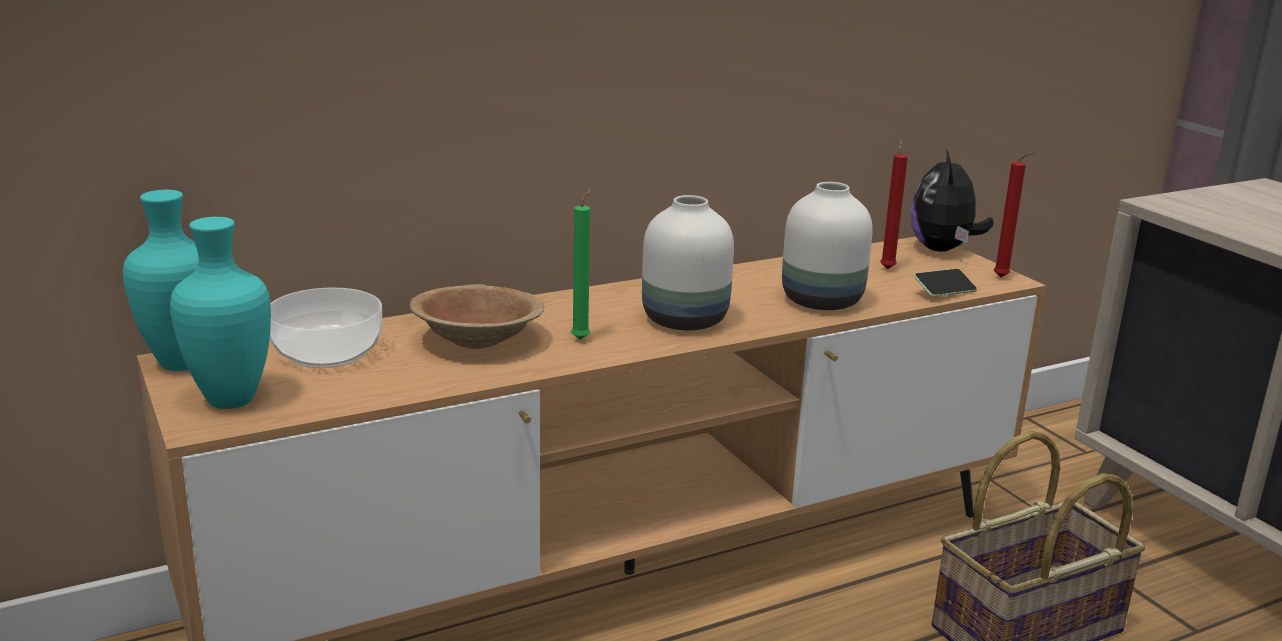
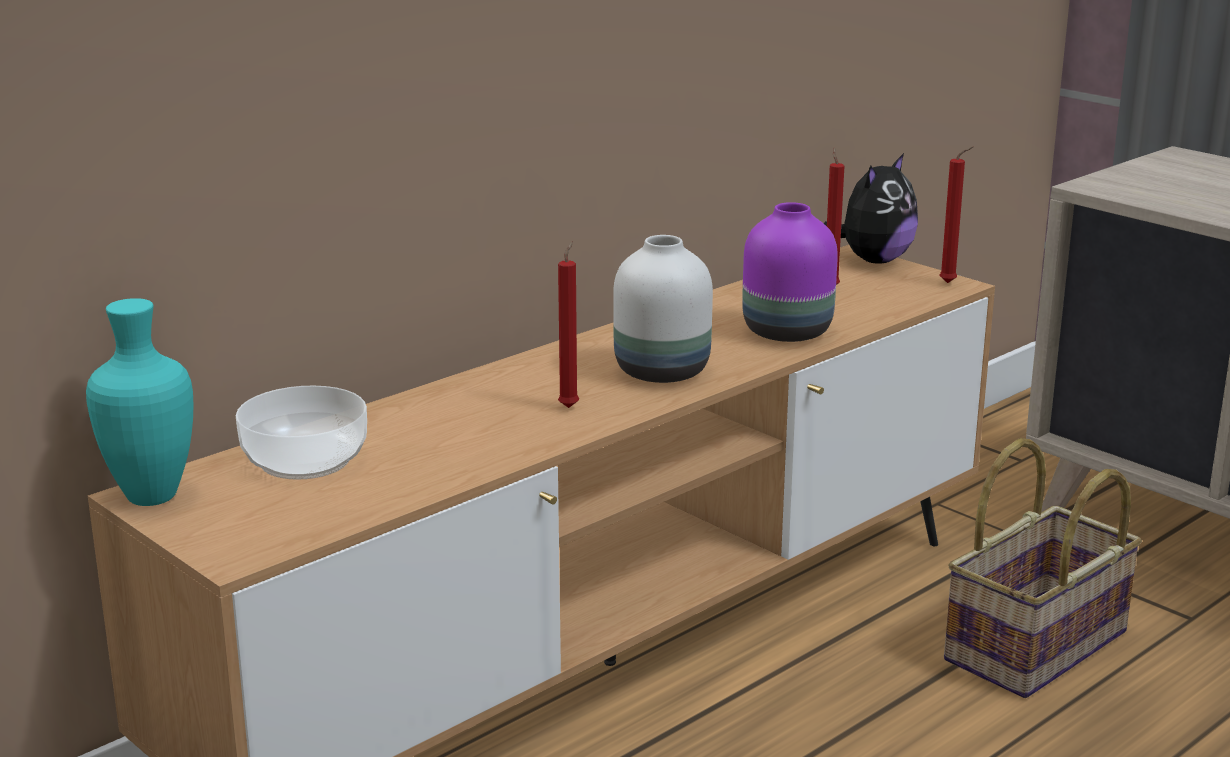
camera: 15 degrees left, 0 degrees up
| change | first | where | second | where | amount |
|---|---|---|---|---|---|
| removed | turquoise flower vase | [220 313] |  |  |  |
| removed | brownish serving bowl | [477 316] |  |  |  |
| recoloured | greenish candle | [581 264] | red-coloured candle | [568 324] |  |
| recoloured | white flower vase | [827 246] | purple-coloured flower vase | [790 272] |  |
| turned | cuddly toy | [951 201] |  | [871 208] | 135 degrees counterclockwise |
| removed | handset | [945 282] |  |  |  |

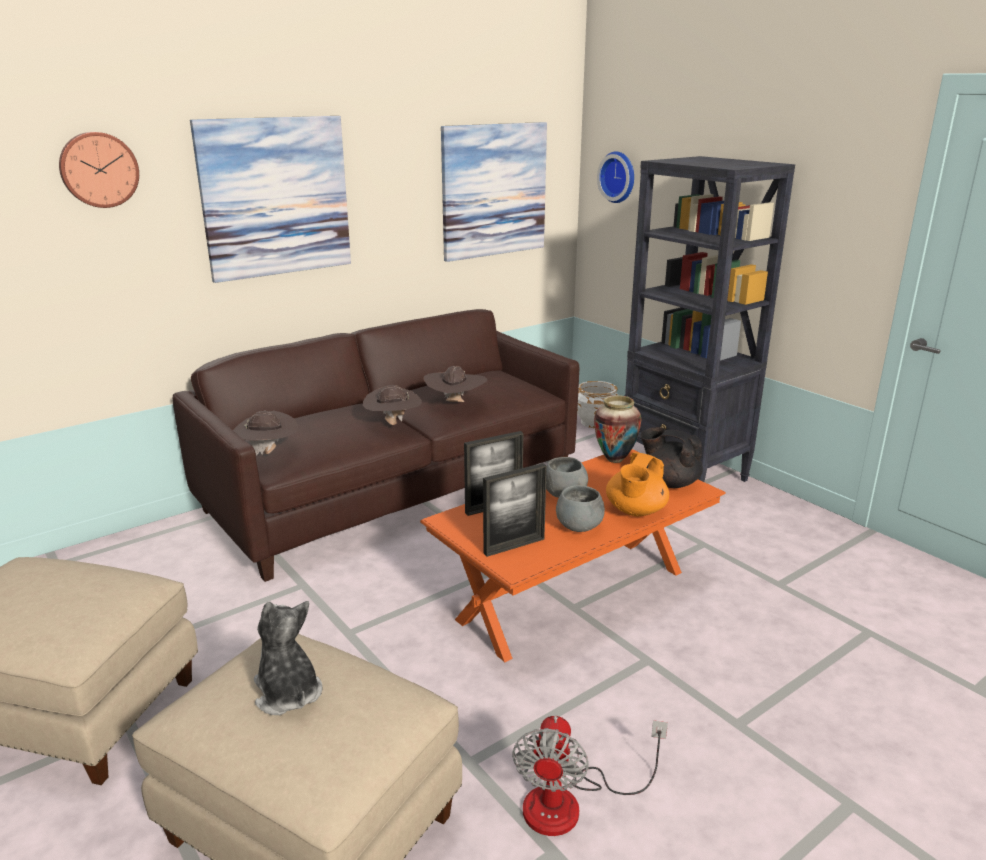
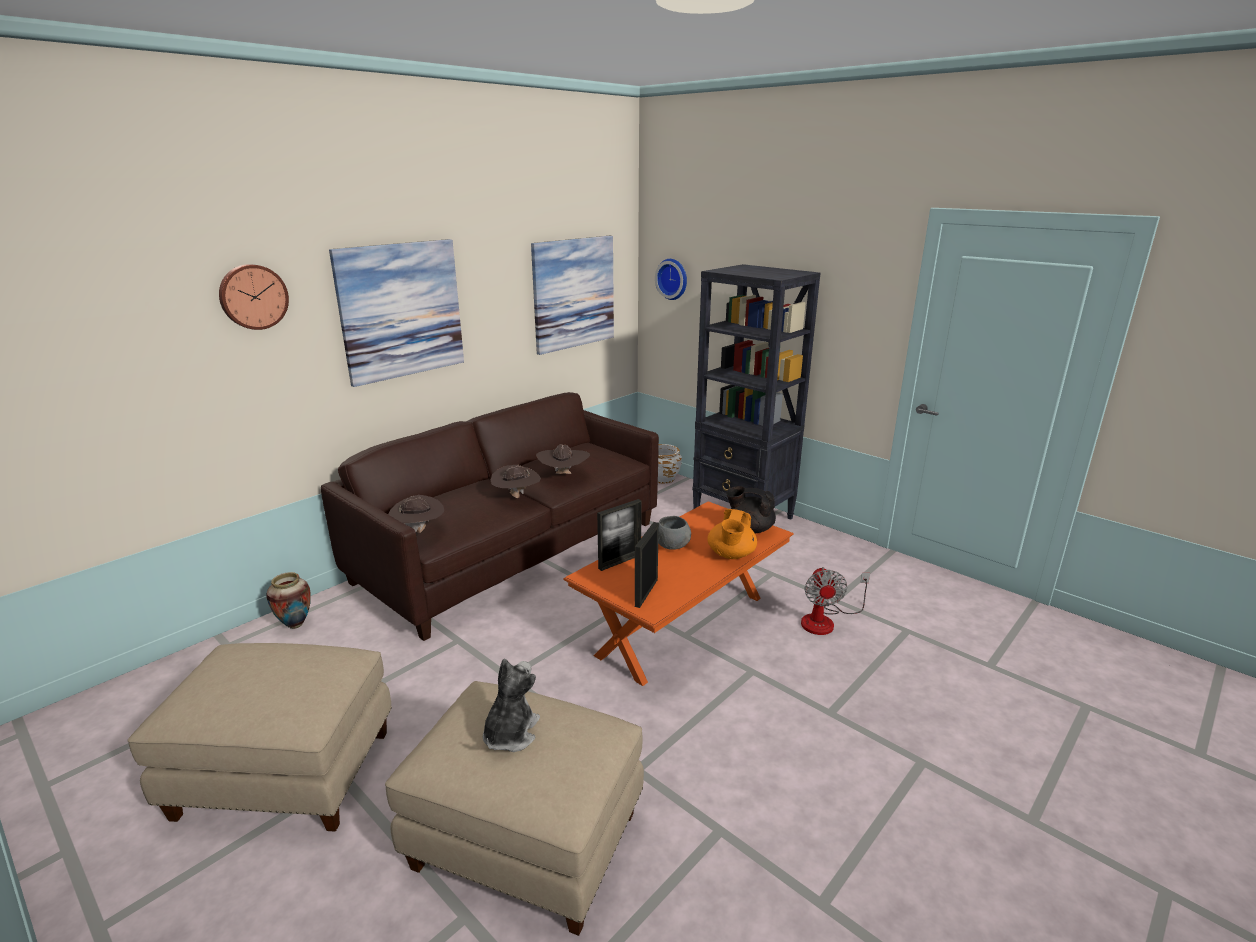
camera: 10 degrees left, 0 degrees up
| change | first | where | second | where | amount |
|---|---|---|---|---|---|
| turned | cuddly toy | [288 658] |  | [511 705] | 60 degrees clockwise |
| turned | standing frame | [515 510] |  | [647 565] | 150 degrees clockwise |
| moved | electric fan | [590 776] |  | [835 601] |  |
| removed | greyish serving bowl | [580 508] |  |  |  |
| moved | flower vase | [618 429] |  | [288 600] |  |

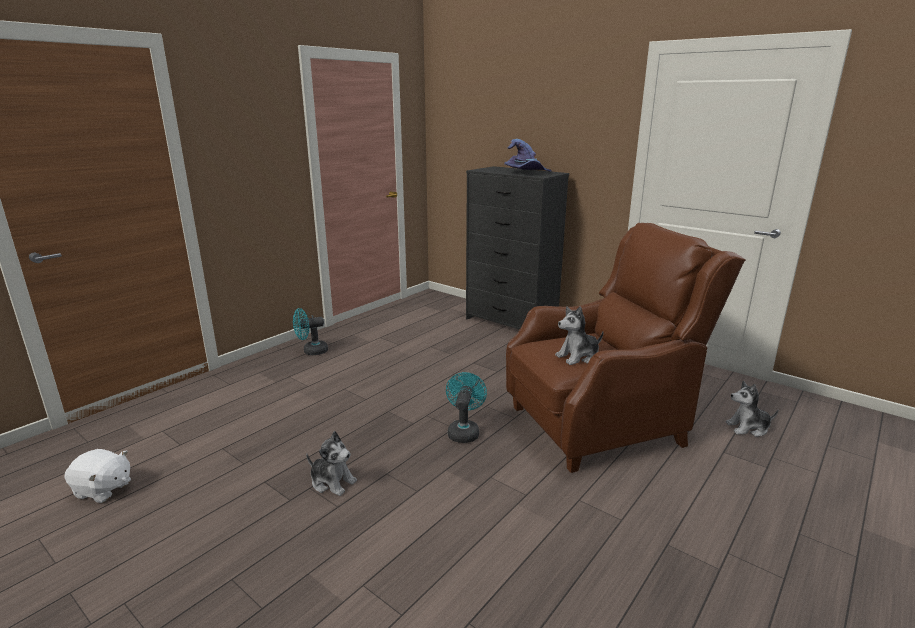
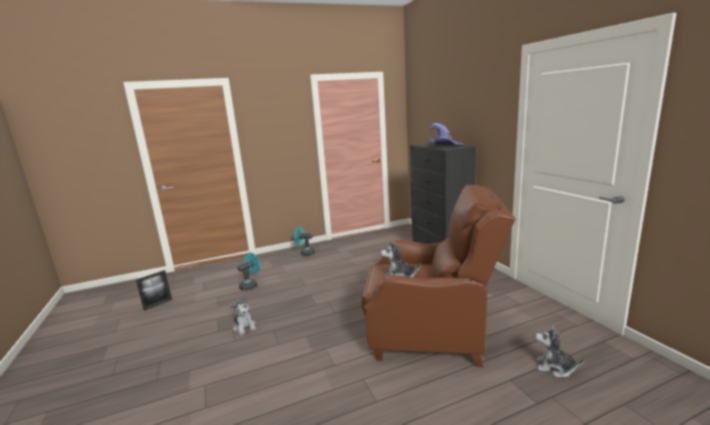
camera: 30 degrees right, 5 degrees down
| change | first | where | second | where | amount |
|---|---|---|---|---|---|
| replaced | white cuddly toy | [97 476] | standing frame | [154 290] |  |
| moved | turquoise electric fan | [466 407] |  | [248 271] |  |

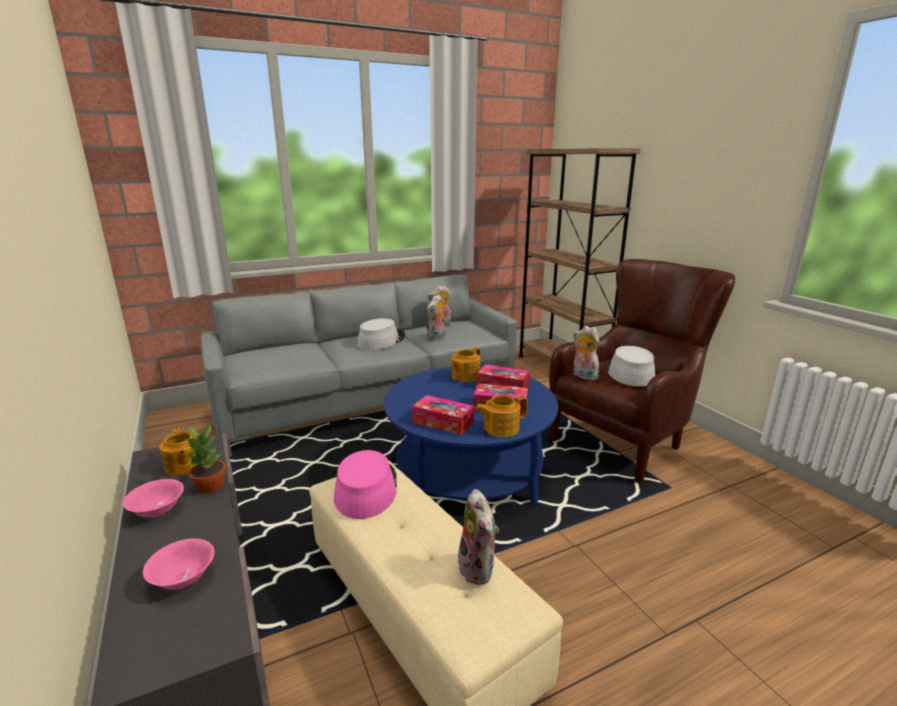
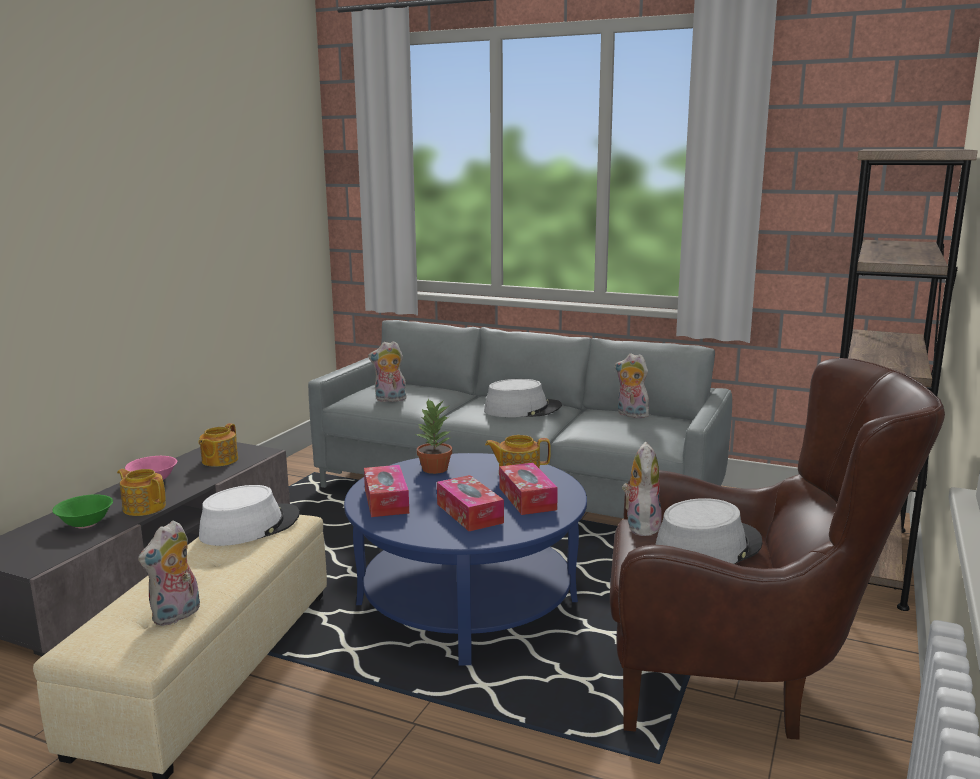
camera: 50 degrees right, 5 degrees down
| change | first | where | second | where | amount |
|---|---|---|---|---|---|
| recoloured | pinkish serving bowl | [178 564] | greenish serving bowl | [82 511] |  |
| moved | potted plant | [205 459] |  | [434 436] |  |
| recoloured | pinkish wearable hat | [365 484] | white wearable hat | [249 515] |  |
| moved | cuddly toy | [436 317] |  | [387 372] |  |
| moved | pot for tea | [501 416] |  | [141 492] |  |

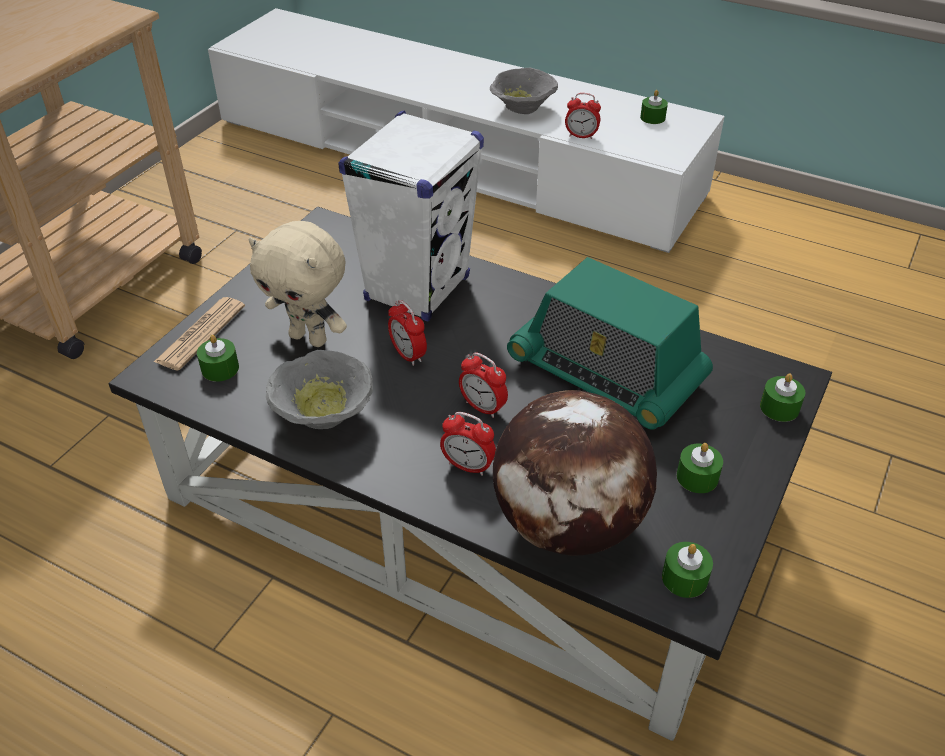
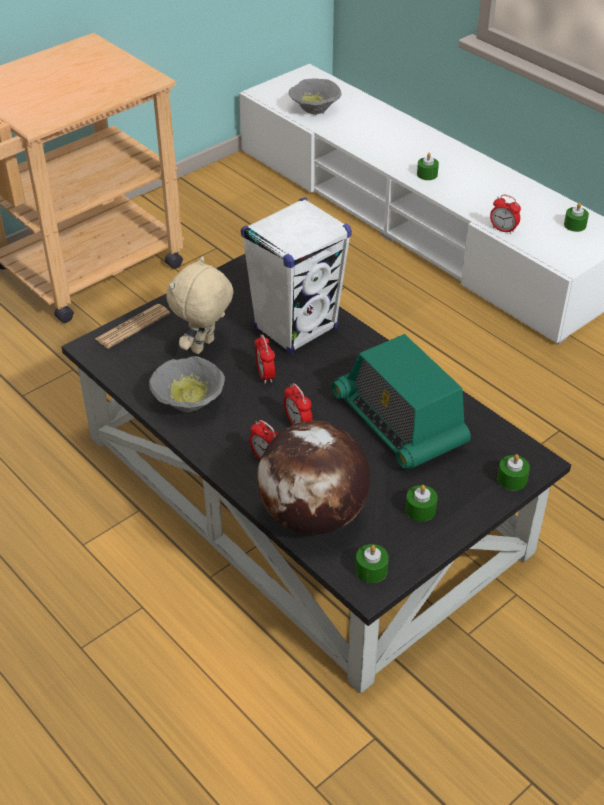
camera: 20 degrees right, 0 degrees up
| change | first | where | second | where | amount |
|---|---|---|---|---|---|
| moved | greenish candle | [218 358] |  | [428 166] |  |
| turned | sand-coloured cuddly toy | [297 284] |  | [200 305] | 75 degrees clockwise |
| moved | greyish serving bowl | [524 91] |  | [315 97] |  |

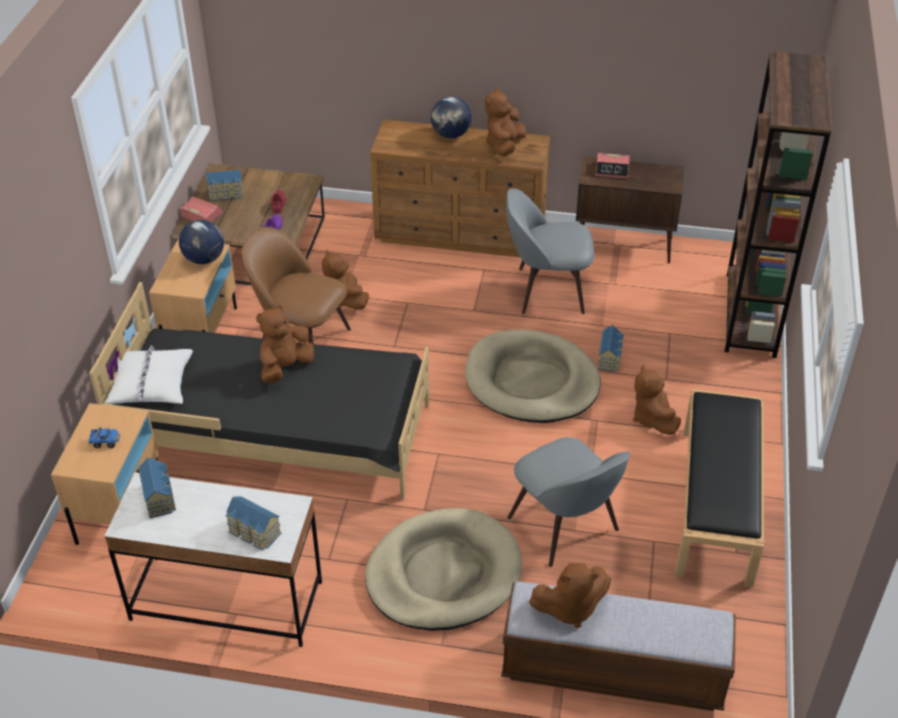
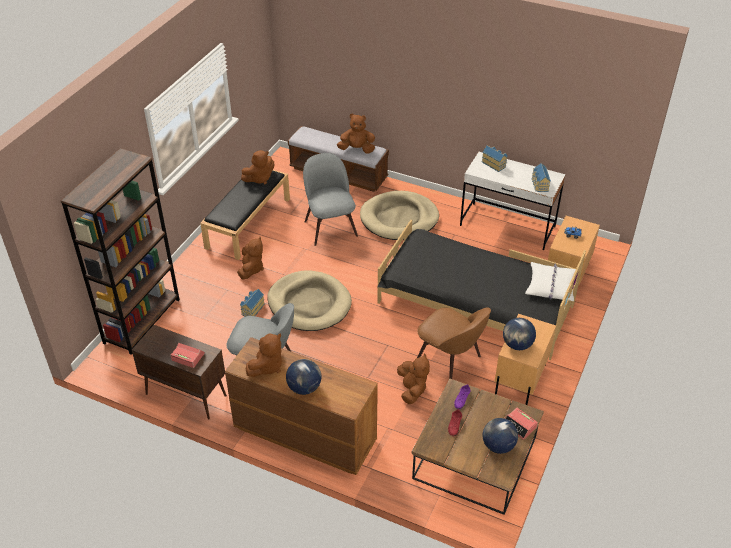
camera: 165 degrees left, 0 degrees up
| change | first | where | second | where | amount |
|---|---|---|---|---|---|
| replaced | model house | [225 185] | globe | [500 436] |  |
| moved | brownish cuddly toy | [285 344] |  | [257 167] |  |

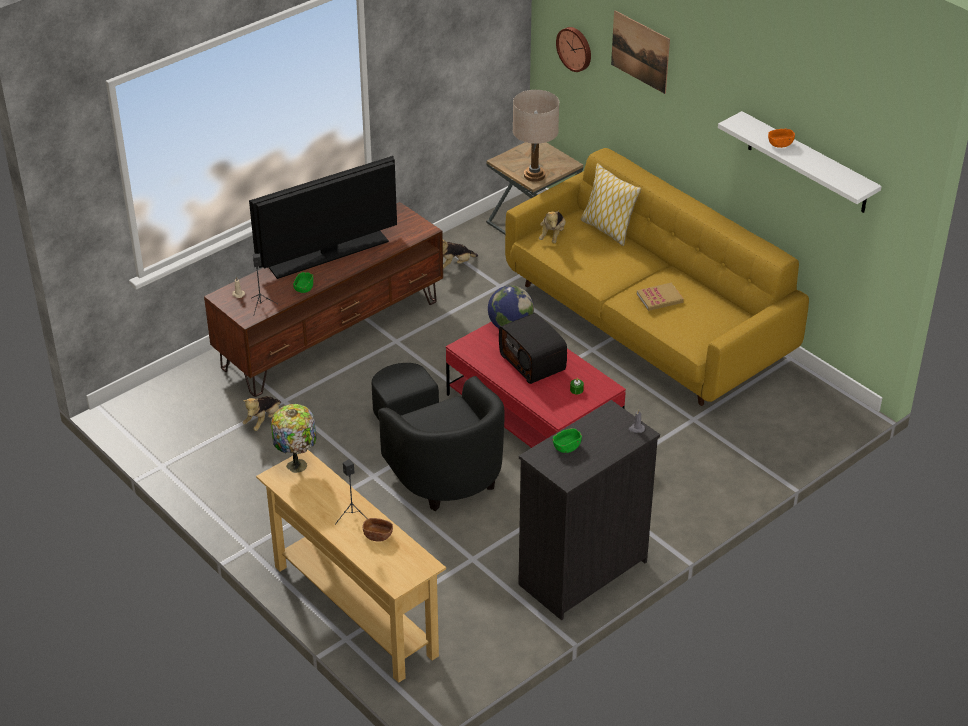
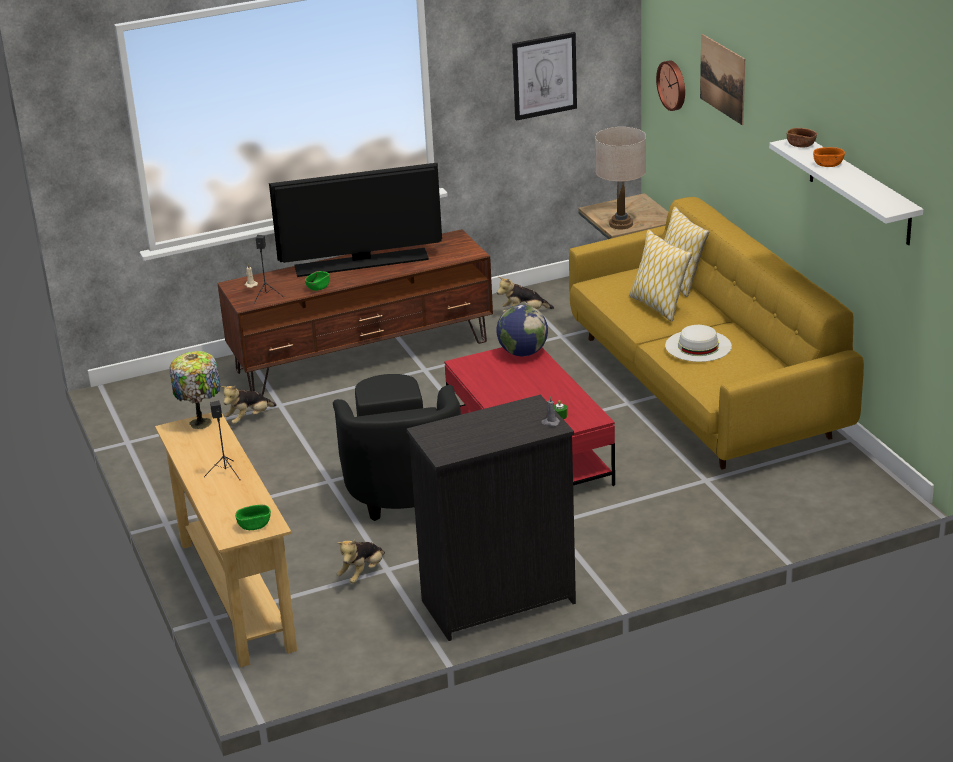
camera: 20 degrees right, 10 degrees down
| change | first | where | second | where | amount |
|---|---|---|---|---|---|
| moved | brownish serving bowl | [377 530] |  | [802 138] |  |
| removed | radio | [533 348] |  |  |  |
| moved | cuddly toy | [552 226] |  | [361 561] |  |
| moved | greenish serving bowl | [567 440] |  | [253 517] |  |
| replaced | book | [660 297] | white wearable hat | [698 343] |  |
| added |  |  | wall picture | [544 76] |  |
| added |  |  | pillow | [660 275] |  |

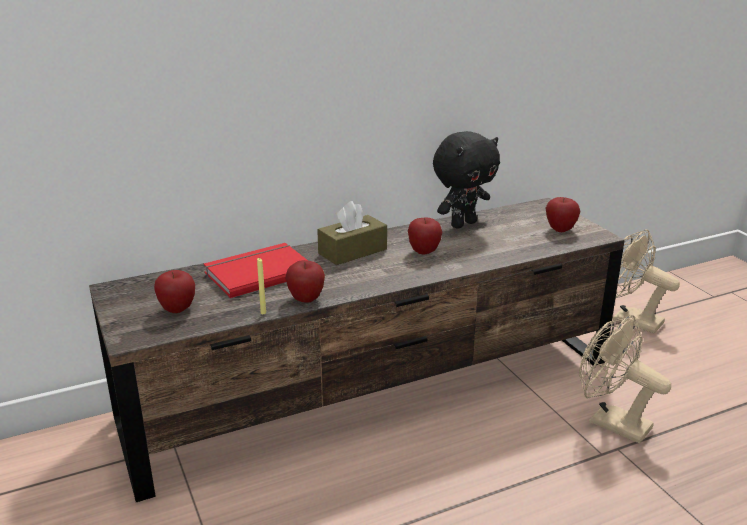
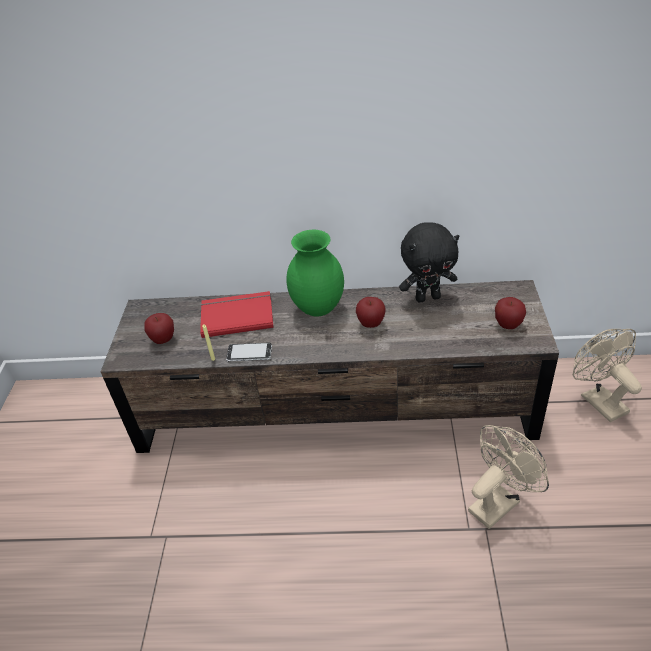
camera: 30 degrees right, 15 degrees up
| change | first | where | second | where | amount |
|---|---|---|---|---|---|
| replaced | apple fruit | [305 281] | handset | [249 352] |  |
| replaced | brownish tissue box | [352 233] | greenish flower vase | [315 273] |  |
| turned | sand-coloured electric fan | [625 379] |  | [508 477] | 75 degrees clockwise |

